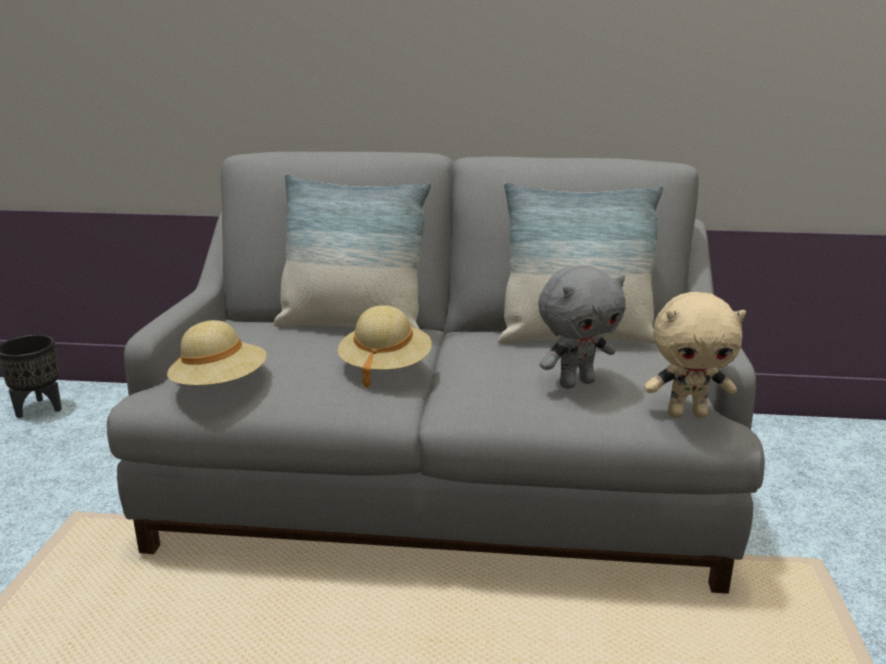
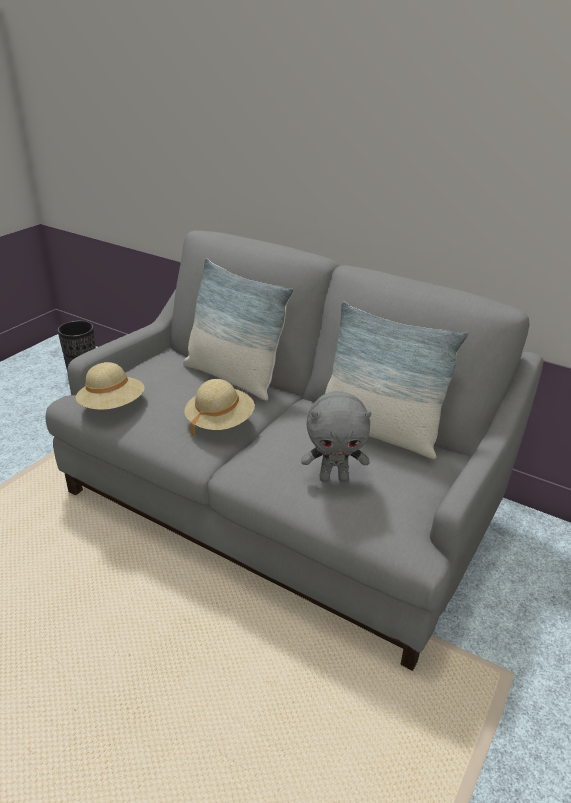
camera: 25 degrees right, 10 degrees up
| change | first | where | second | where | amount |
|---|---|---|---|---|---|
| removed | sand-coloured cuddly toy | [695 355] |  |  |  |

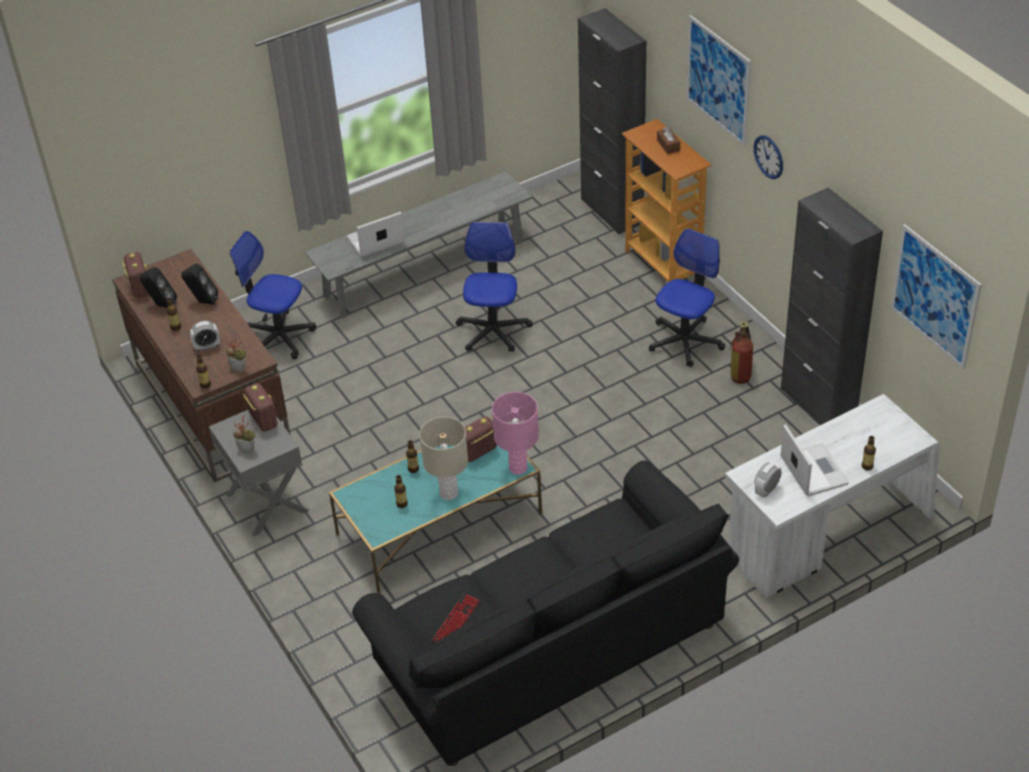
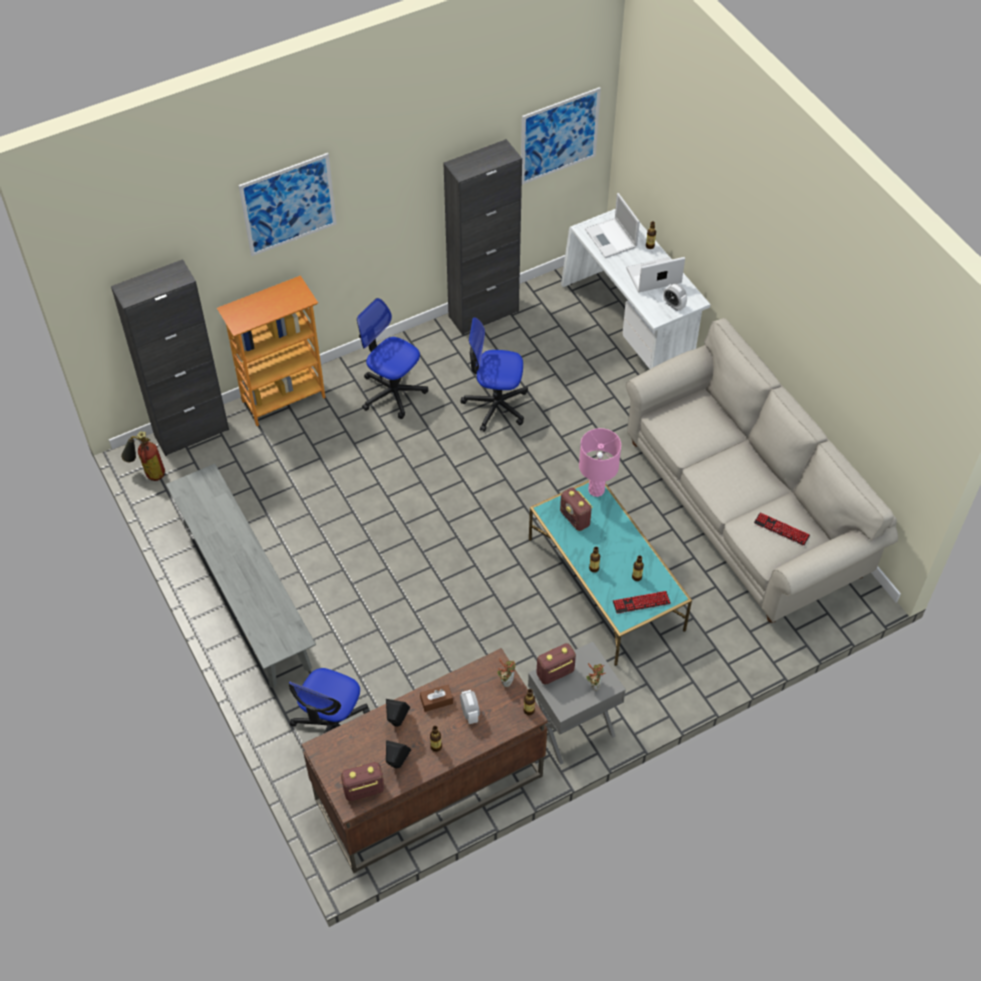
camera: 90 degrees left, 10 degrees up
| change | first | where | second | where | amount |
|---|---|---|---|---|---|
| moved | laptop | [375 234] |  | [612 225] |  |
| recoloured | blackish couch | [545 613] | sand-coloured couch | [762 470] |  |
| removed | sand-coloured table lamp | [444 458] |  |  |  |
| moved | desk chair | [494 287] |  | [494 374] |  |
| moved | brownish tissue box | [668 140] |  | [436 698] |  |
| moved | fire extinguisher | [741 352] |  | [143 456] |  |
| removed | hanging clock | [768 157] |  |  |  |
| added |  |  | keyboard | [642 602] |  |

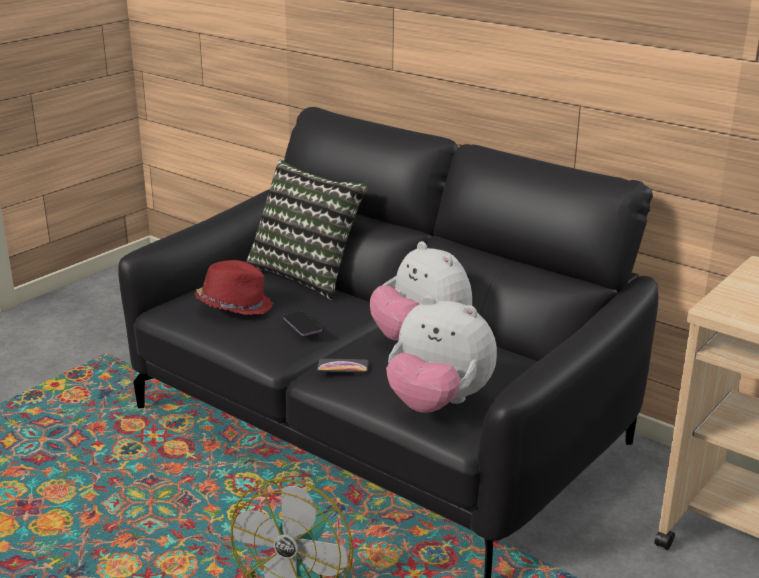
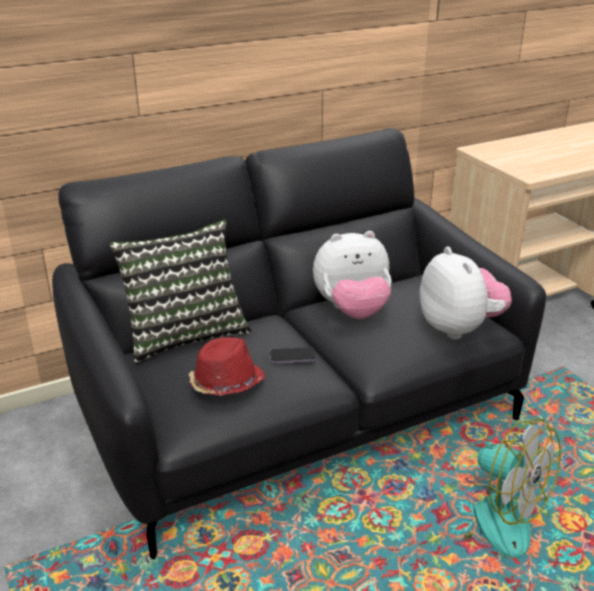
camera: 65 degrees left, 5 degrees up
| change | first | where | second | where | amount |
|---|---|---|---|---|---|
| removed | handset | [343 365] |  |  |  |
| turned | cuddly toy | [441 354] |  | [465 293] | 75 degrees counterclockwise |

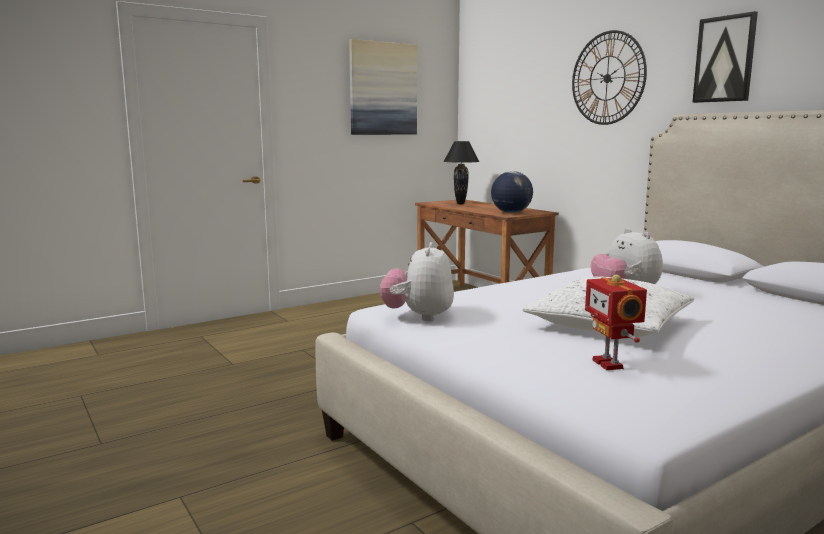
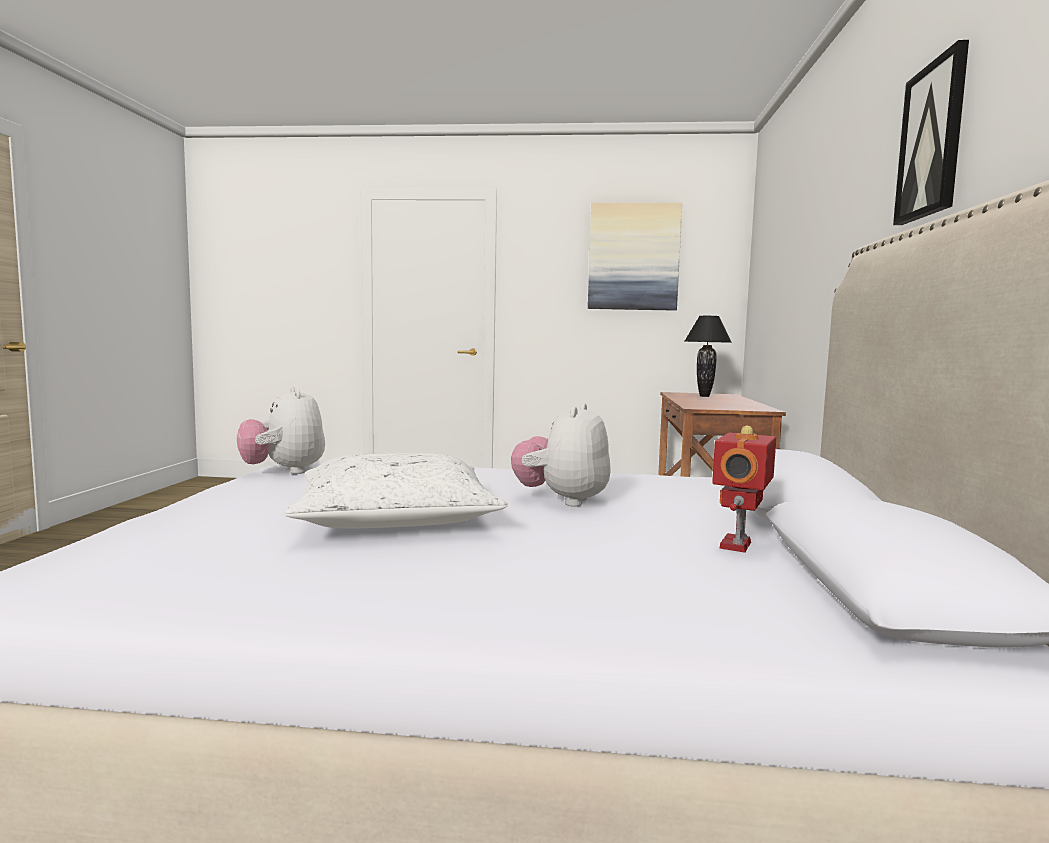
camera: 40 degrees right, 5 degrees down
| change | first | where | second | where | amount |
|---|---|---|---|---|---|
| turned | cuddly toy | [417 281] |  | [281 430] | 75 degrees counterclockwise |
| removed | globe | [512 192] |  |  |  |
| removed | hanging clock | [609 77] |  |  |  |
| moved | robot figure | [616 322] |  | [744 489] |  |

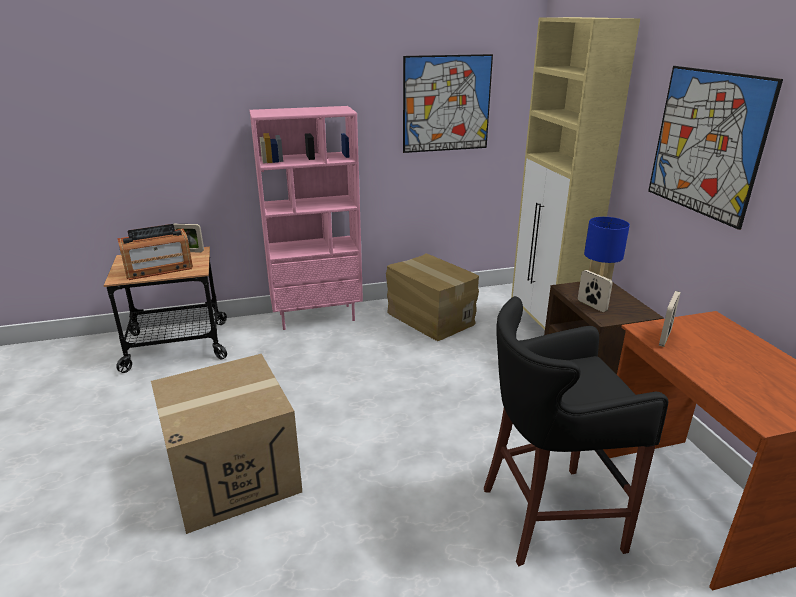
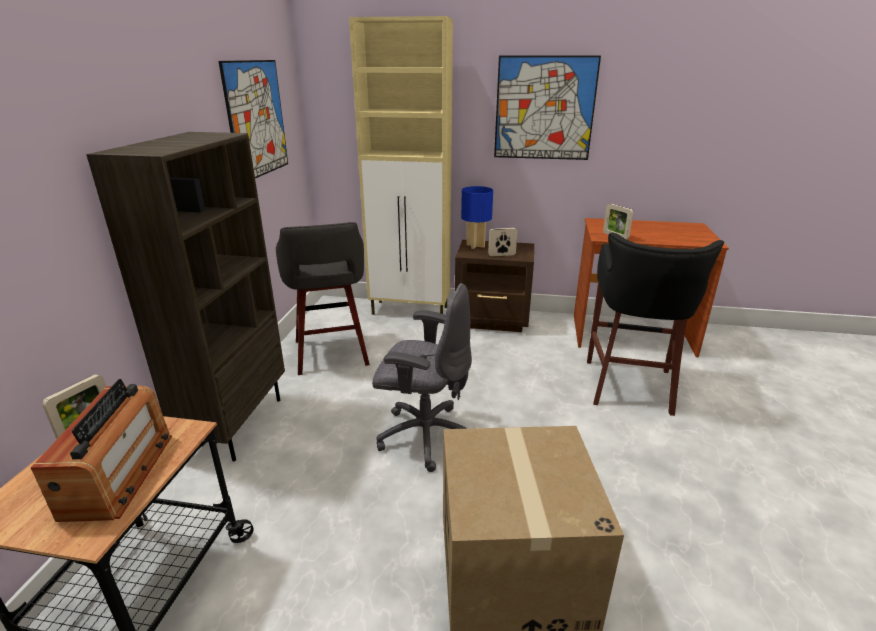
camera: 65 degrees left, 0 degrees up
| change | first | where | second | where | amount |
|---|---|---|---|---|---|
| recoloured | pinkish bookcase | [306 218] | brownish bookcase | [185 296] |  |
| replaced | cardboard box | [432 297] | greyish stool seat | [323 298] |  |
| added |  |  | greyish desk chair | [422 377] |  |

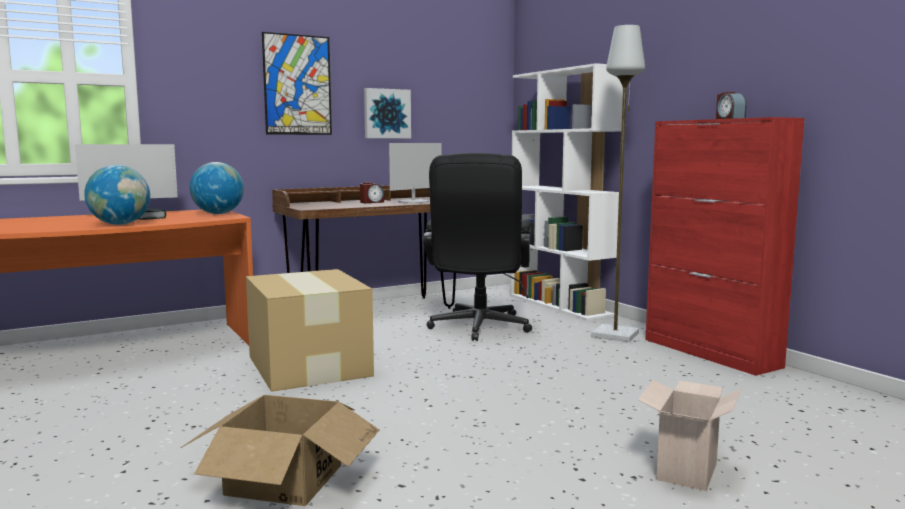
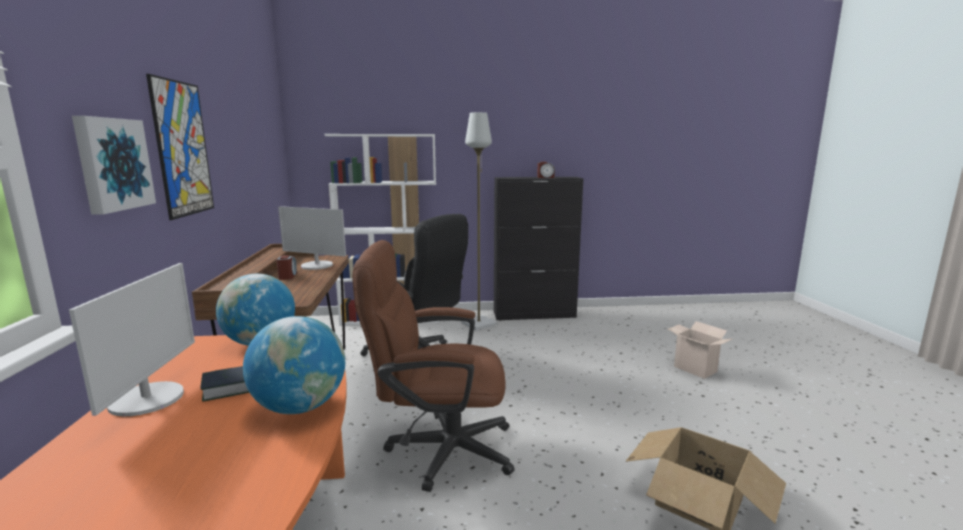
camera: 65 degrees left, 5 degrees up
| change | first | where | second | where | amount |
|---|---|---|---|---|---|
| replaced | cardboard box | [310 330] | brownish desk chair | [433 366] |  |
| moved | wall picture | [387 113] |  | [114 165] |  |
| turned | computer screen | [415 173] |  | [312 238] | 135 degrees clockwise |
| recoloured | red-coloured cabinet | [725 246] | blackish cabinet | [539 248] |  |

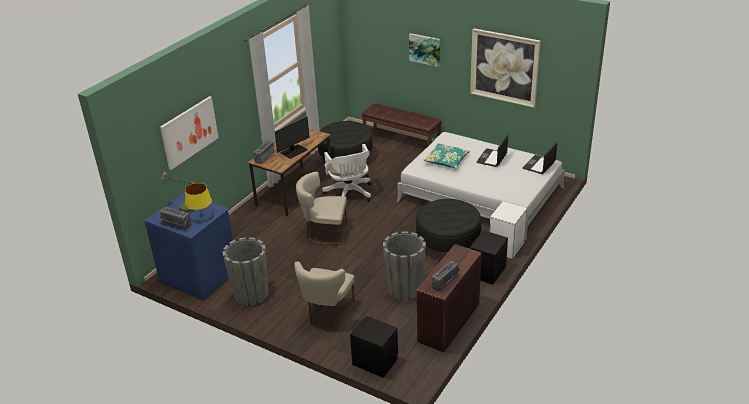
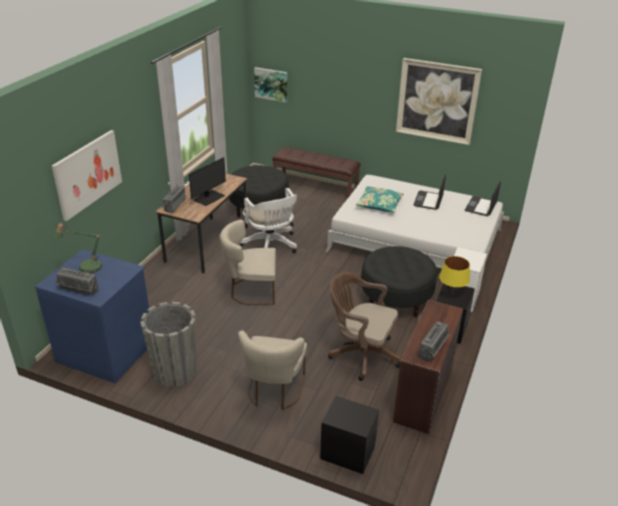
camera: 10 degrees left, 0 degrees up
| change | first | where | second | where | amount |
|---|---|---|---|---|---|
| moved | yellowish table lamp | [198 200] |  | [454 274] |  |
| replaced | greyish flower pot | [404 265] | brownish desk chair | [364 326] |  |
| moved | wall picture | [424 50] |  | [270 84] |  |

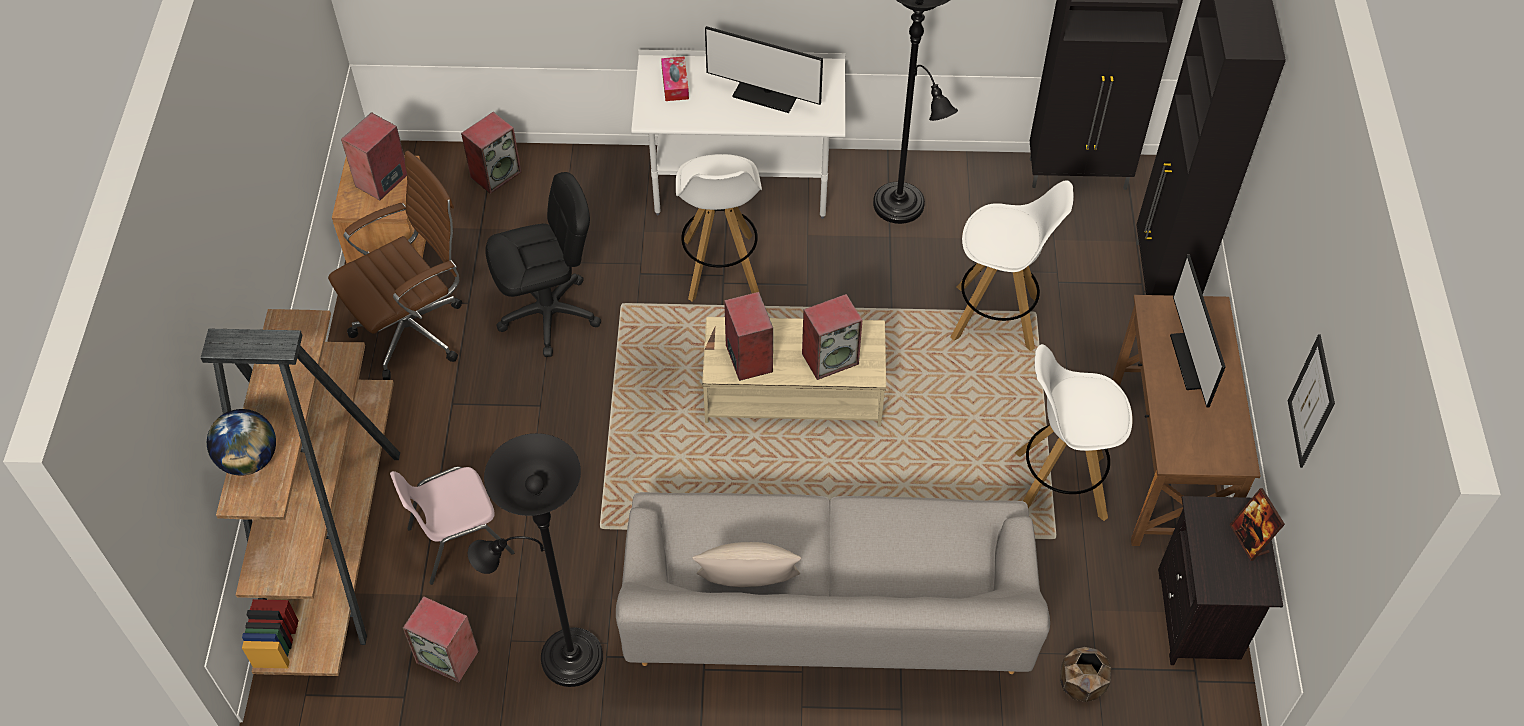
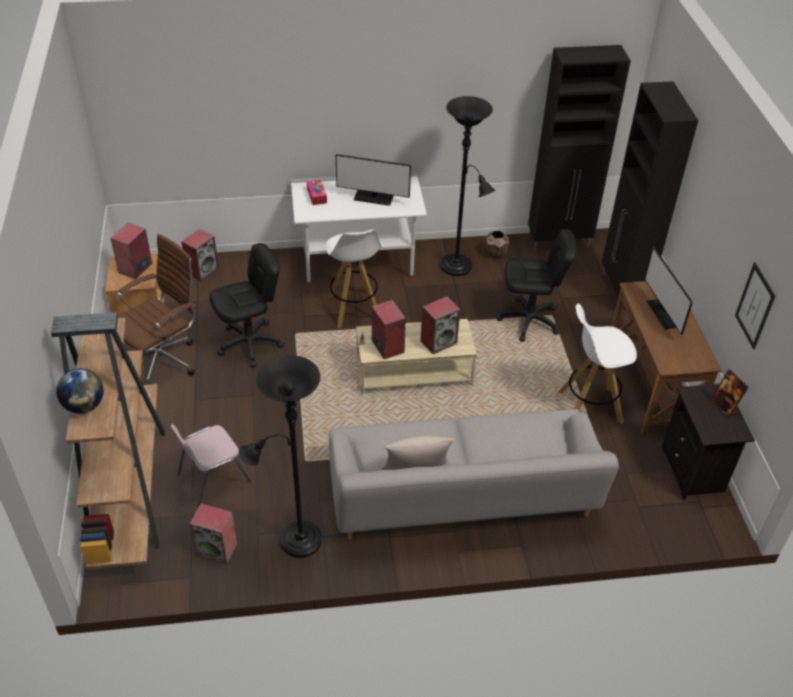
camera: 10 degrees left, 10 degrees down
| change | first | where | second | where | amount |
|---|---|---|---|---|---|
| replaced | white stool seat | [1012 265] | blackish desk chair | [536 285] |  |
| moved | brownish flower pot | [1085 674] |  | [497 244] |  |

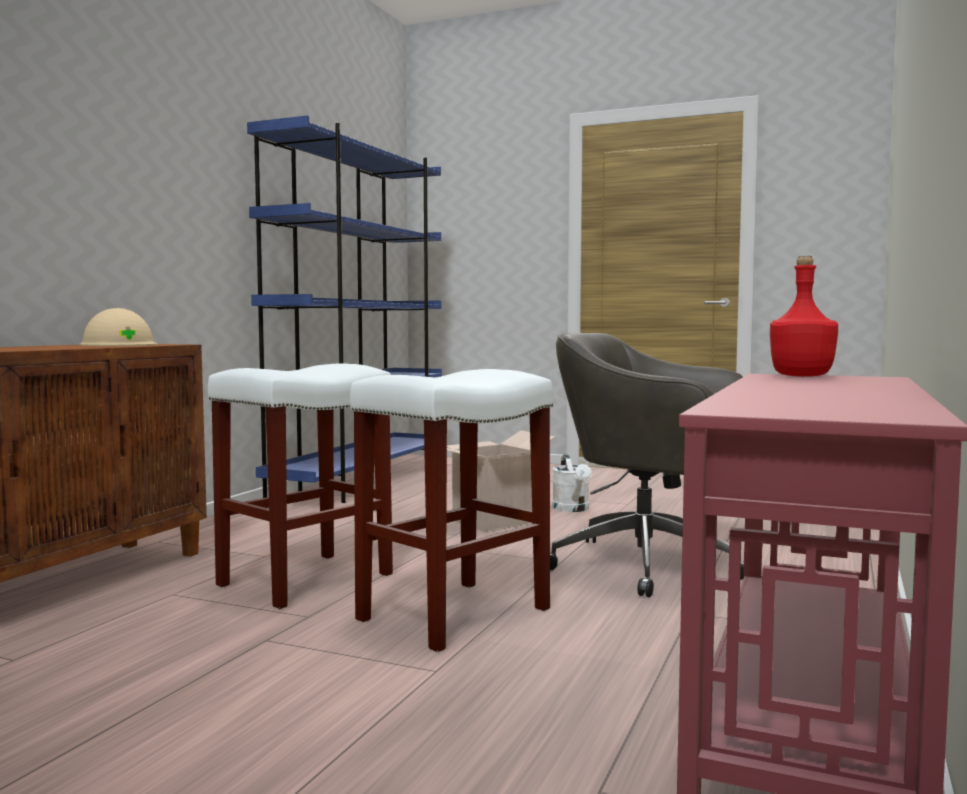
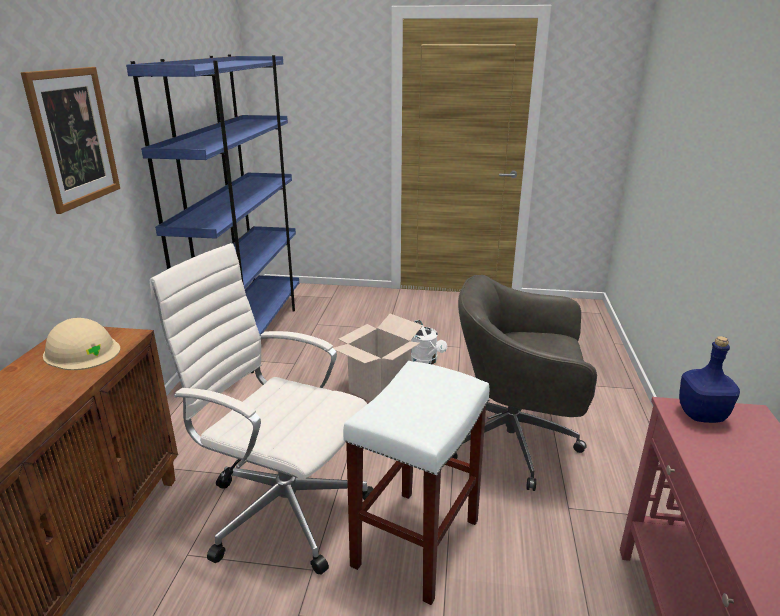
camera: 15 degrees left, 20 degrees up
| change | first | where | second | where | amount |
|---|---|---|---|---|---|
| replaced | white stool seat | [300 486] | white desk chair | [261 409] |  |
| recoloured | red-coloured drink bottle | [804 316] | blue drink bottle | [709 379] |  |
| added |  |  | wall picture | [70 140] |  |

